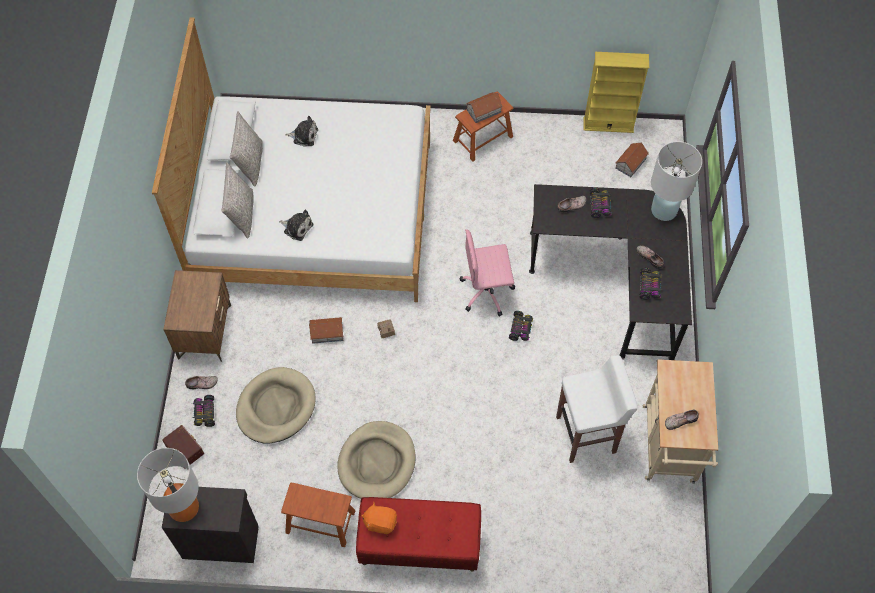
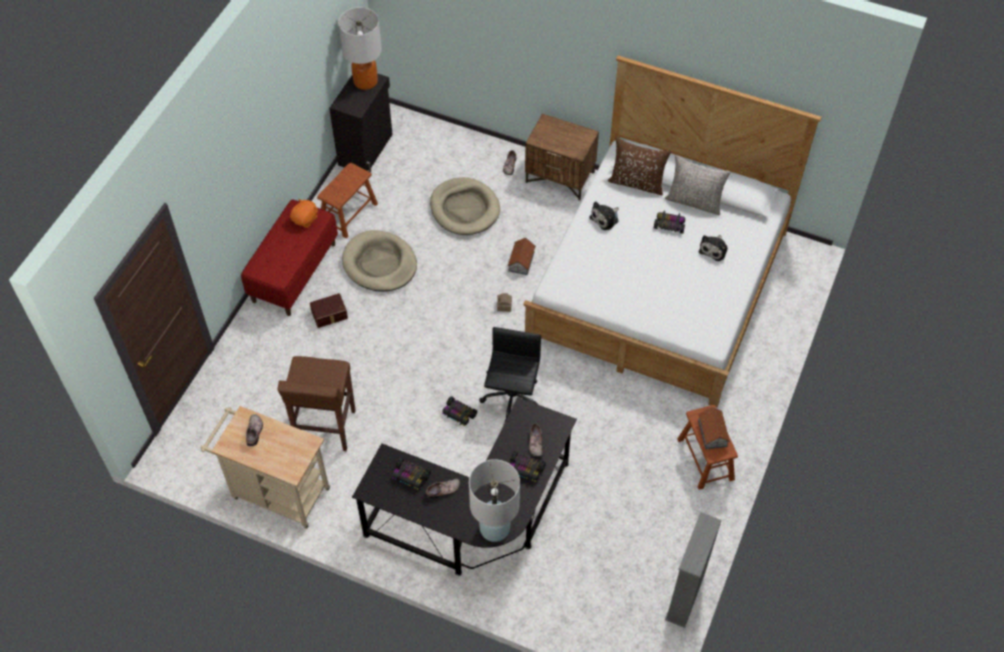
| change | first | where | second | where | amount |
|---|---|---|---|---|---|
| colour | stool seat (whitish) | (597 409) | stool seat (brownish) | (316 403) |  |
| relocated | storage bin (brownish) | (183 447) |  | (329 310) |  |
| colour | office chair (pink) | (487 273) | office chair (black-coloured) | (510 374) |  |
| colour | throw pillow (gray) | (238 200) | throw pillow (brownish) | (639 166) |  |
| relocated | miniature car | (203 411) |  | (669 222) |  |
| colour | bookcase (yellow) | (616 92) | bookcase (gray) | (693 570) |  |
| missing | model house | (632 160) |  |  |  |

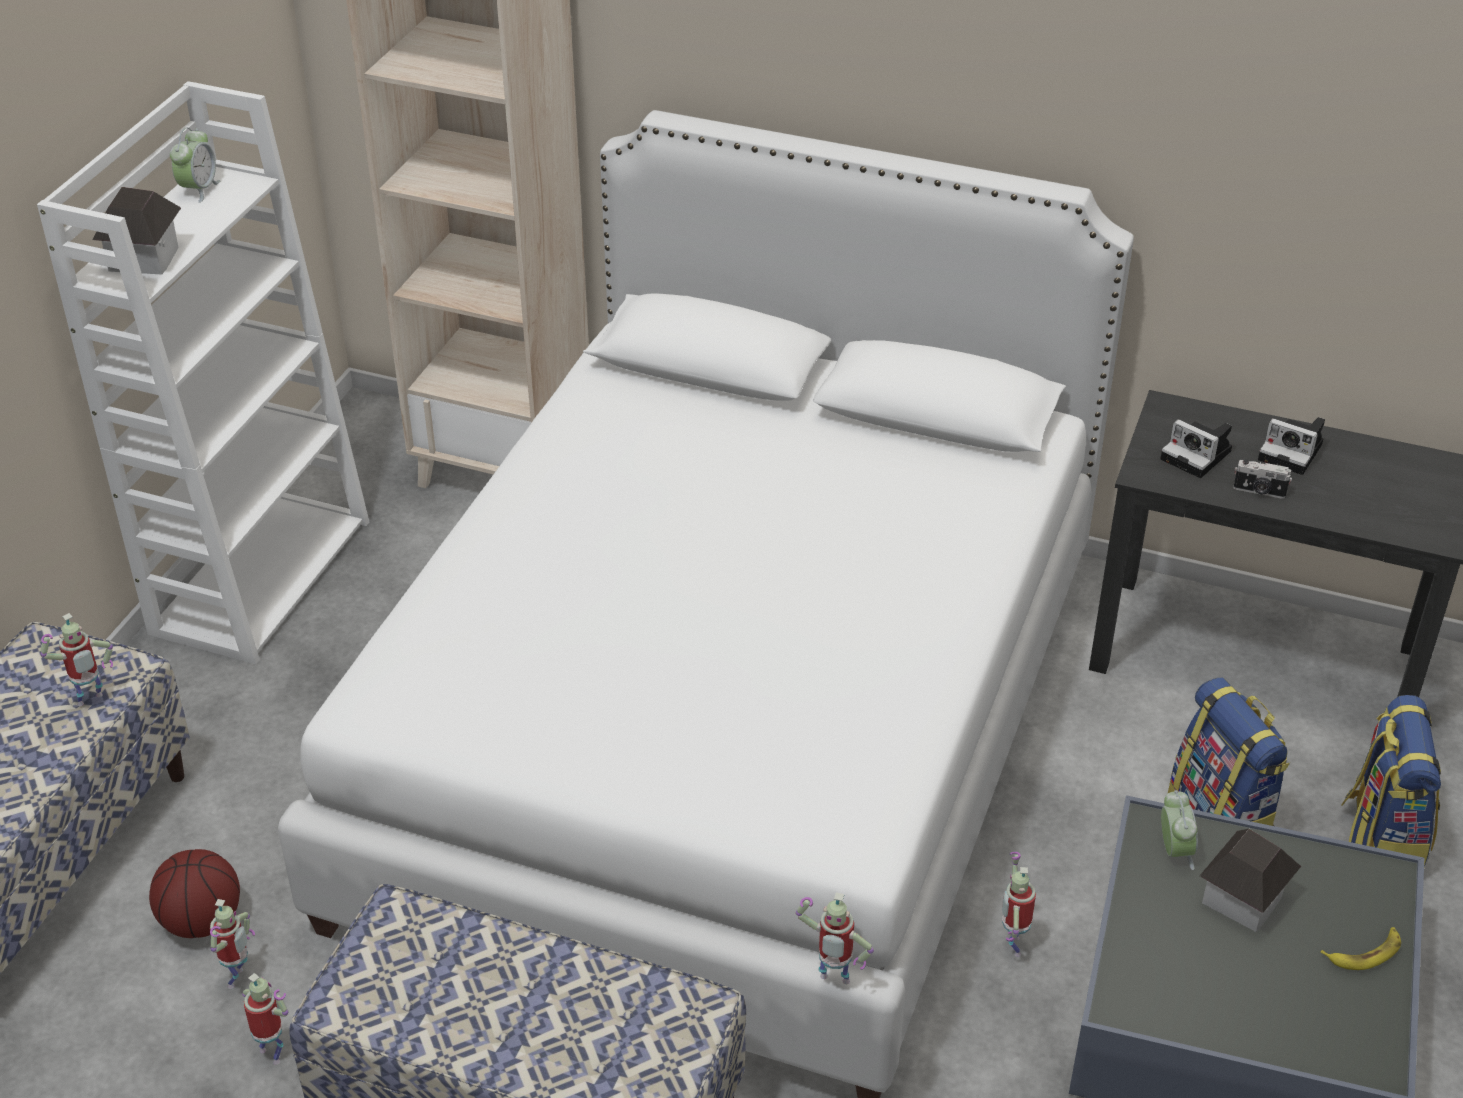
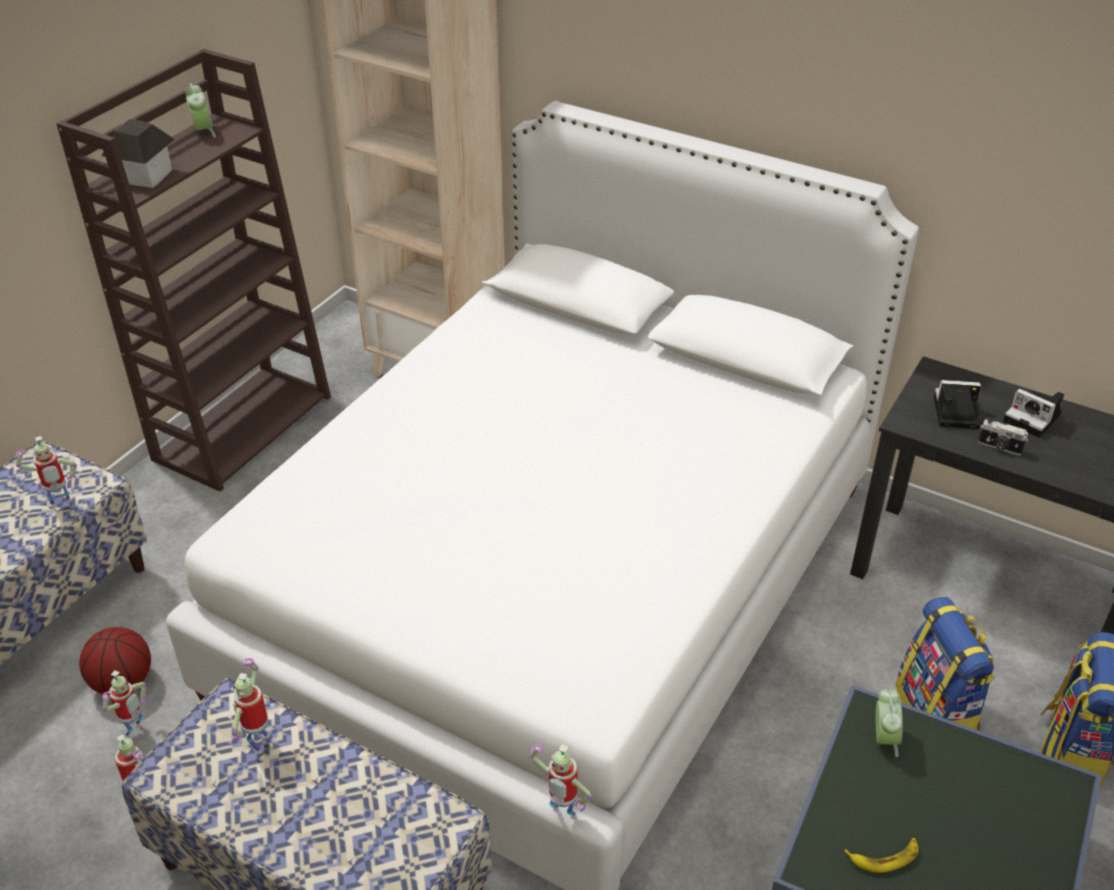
| change | first | where | second | where | amount |
|---|---|---|---|---|---|
| colour | bookcase (whitish) | (203 372) | bookcase (brownish) | (193 270) |  |
| spun | table clock | (195 165) |  | (200 110) | 45 degrees counterclockwise |
| relocated | robot figure | (1019 904) |  | (251 706) |  |
| relocated | banana fruit | (1360 948) |  | (881 855) |  |
| spun | still camera | (1196 448) |  | (958 404) | 135 degrees clockwise |
| missing | model house | (1250 880) |  |  |  |

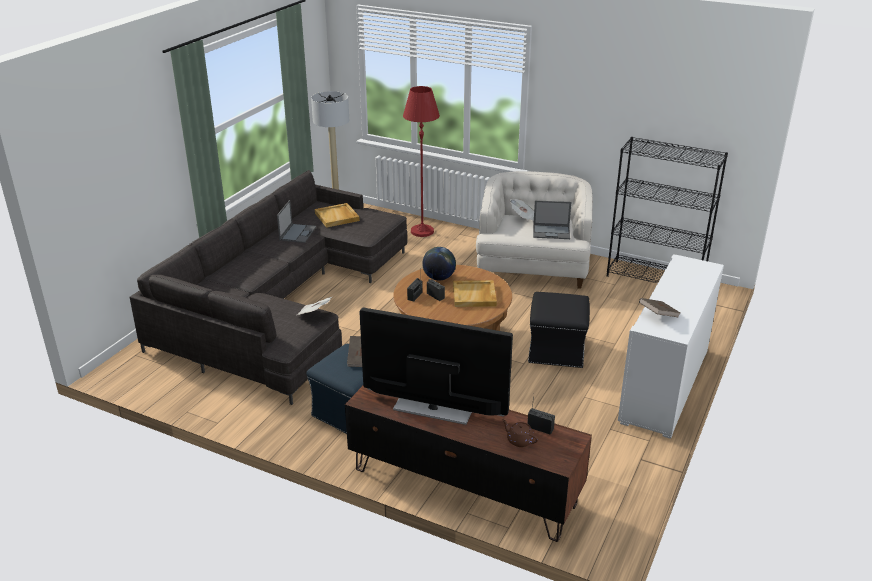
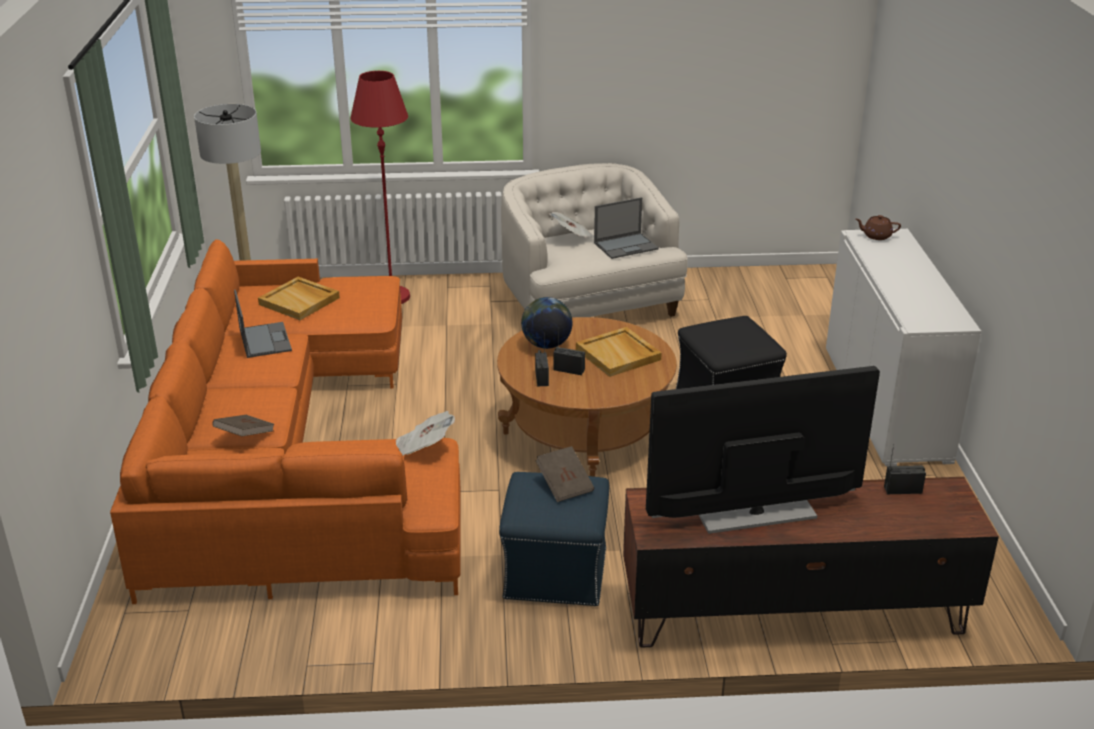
| change | first | where | second | where | amount |
|---|---|---|---|---|---|
| colour | sofa (gray) | (268 287) | sofa (orangey) | (285 421) |  |
| relocated | volume (brownish) | (659 308) |  | (243 425) |  |
| relocated | pot for tea (brownish) | (520 433) |  | (878 227) |  |
| missing | bookcase (black-coloured) | (667 210) |  |  |  |

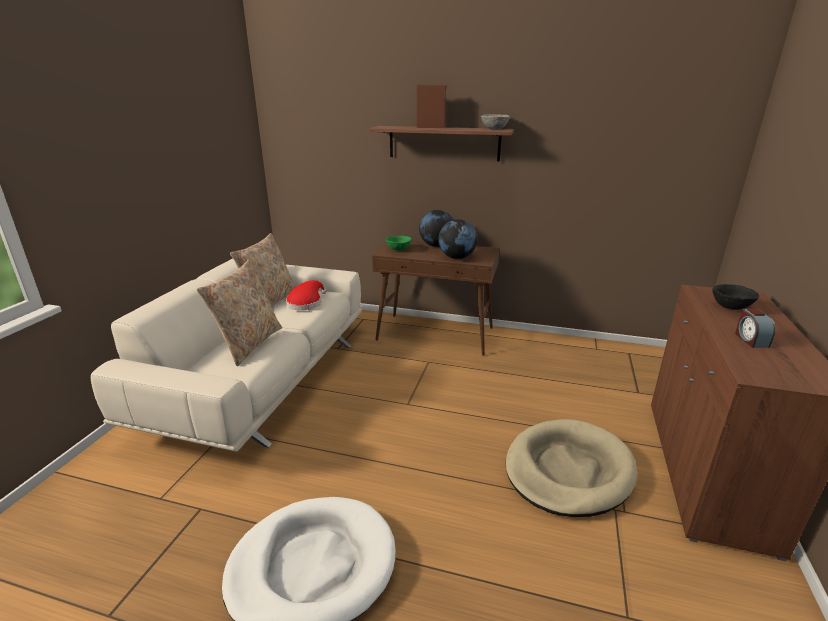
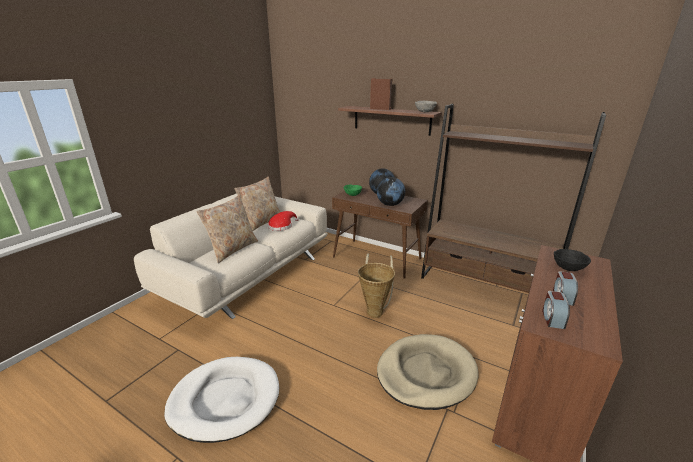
| change | first | where | second | where | amount |
|---|---|---|---|---|---|
| appeared |  |  | household basket | (376 285) |  |
| appeared |  |  | bookcase (brownish) | (513 198) |  |
| appeared |  |  | table clock | (556 310) |  |

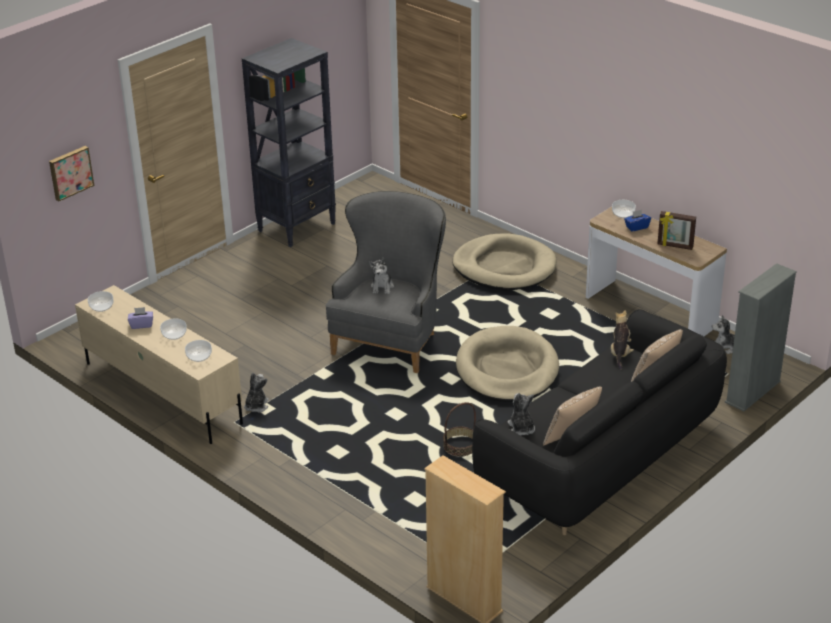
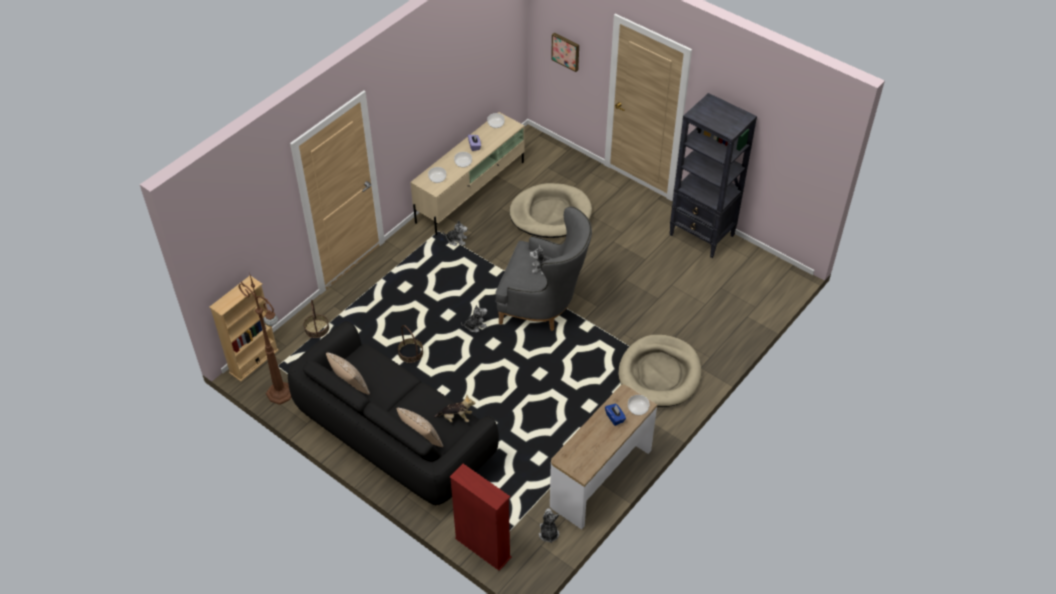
| change | first | where | second | where | amount |
|---|---|---|---|---|---|
| appeared |  |  | standing lamp (brownish) | (265 338) |  |
| appeared |  |  | household basket | (316 319) |  |
| colour | bookcase (gray) | (761 337) | bookcase (reddish) | (481 517) |  |
| relocated | cuddly toy | (521 414) |  | (474 318) |  |
| relocated | pet bed (beige-coloured) | (507 364) |  | (550 210) |  |
| missing | photo frame | (676 230) |  |  |  |

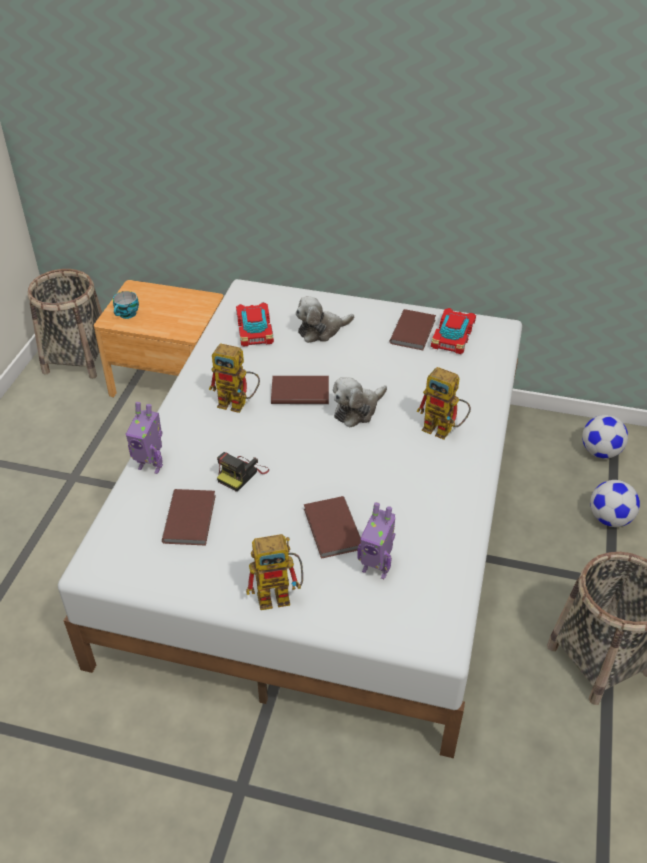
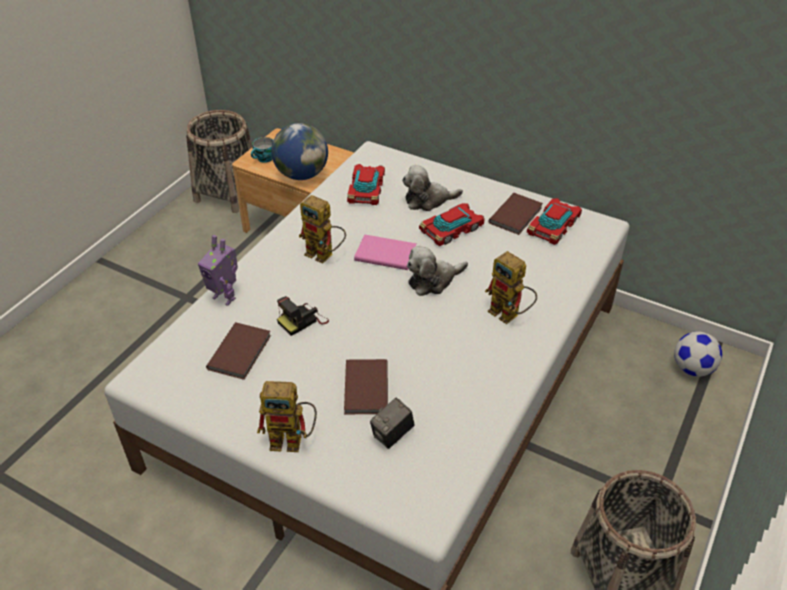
| change | first | where | second | where | amount |
|---|---|---|---|---|---|
| appeared |  |  | desk globe | (299 151) |  |
| colour | volume (brownish) | (300 390) | volume (pink) | (385 252) |  |
| exchanged | robot figure | (376 540) | still camera | (392 423) |  |
| appeared |  |  | miniature car | (452 224) |  |
| missing | ball for football | (615 503) |  |  |  |

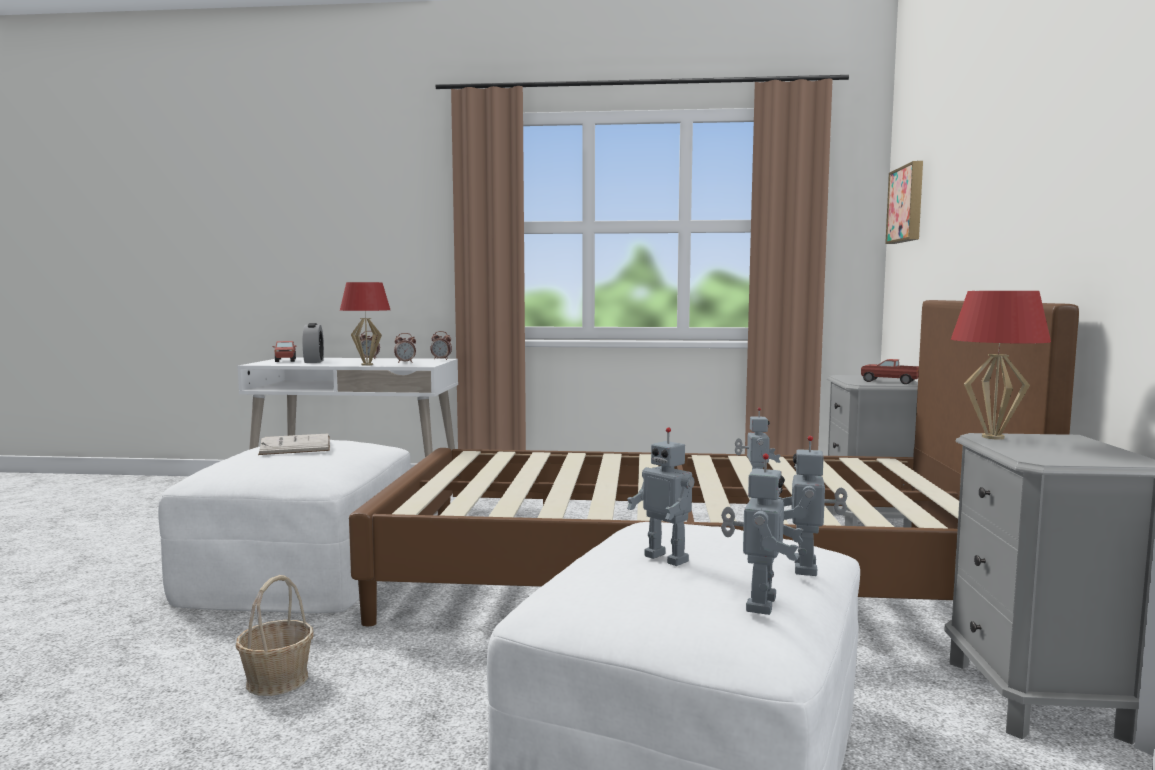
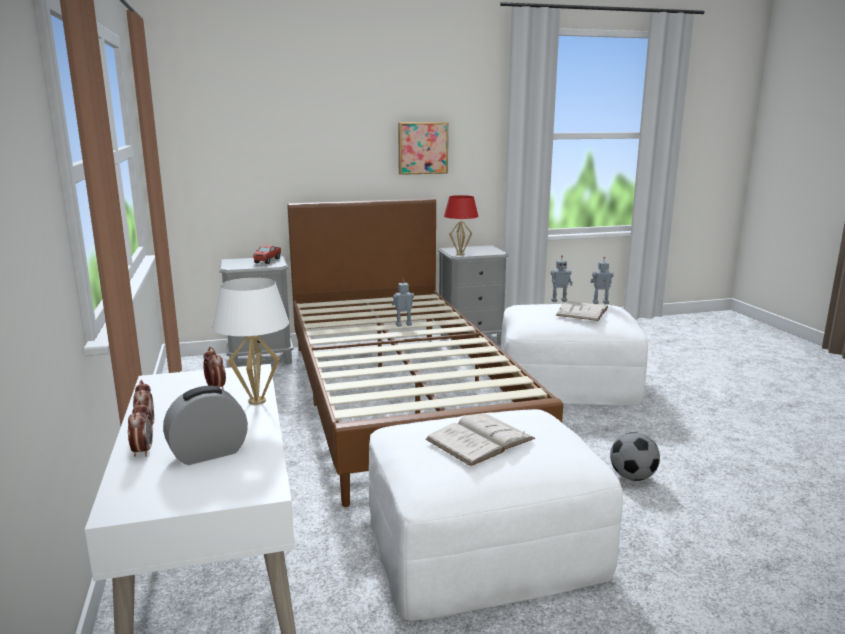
| change | first | where | second | where | amount |
|---|---|---|---|---|---|
| relocated | table clock | (441 345) |  | (140 429) |  |
| colour | table lamp (reddish) | (365 324) | table lamp (whitish) | (250 341) |  |
| relocated | wall picture | (904 202) |  | (423 148) |  |
| exchanged | robot figure | (660 496) | volume (whitish) | (582 311) |  |
| exchanged | household basket | (275 635) | ball for football | (635 456) |  |
| missing | model truck | (285 351) |  |  |  |

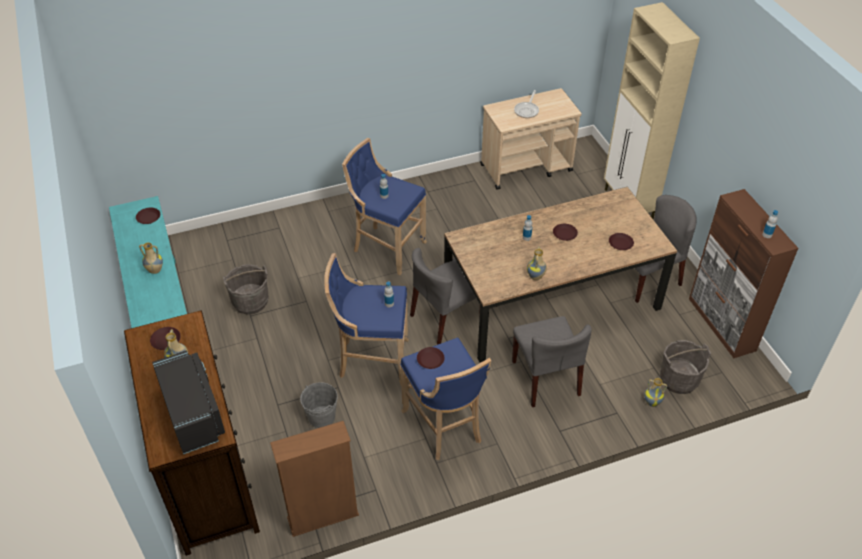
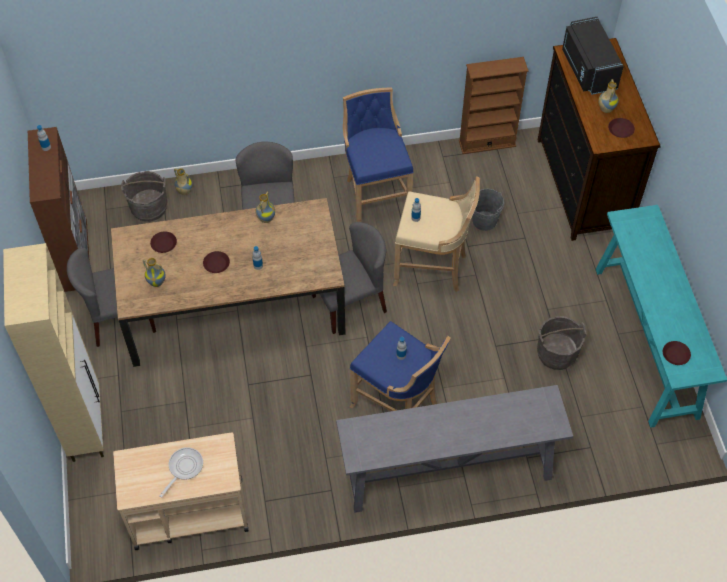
| change | first | where | second | where | amount |
|---|---|---|---|---|---|
| relocated | flower vase | (151 258) |  | (154 272) |  |
| appeared |  |  | console table (gray) | (454 449) |  |
| colour | stool seat (blue) | (366 319) | stool seat (beige-coloured) | (436 234) |  |
| missing | plate (brownish) | (431 358) |  |  |  |

